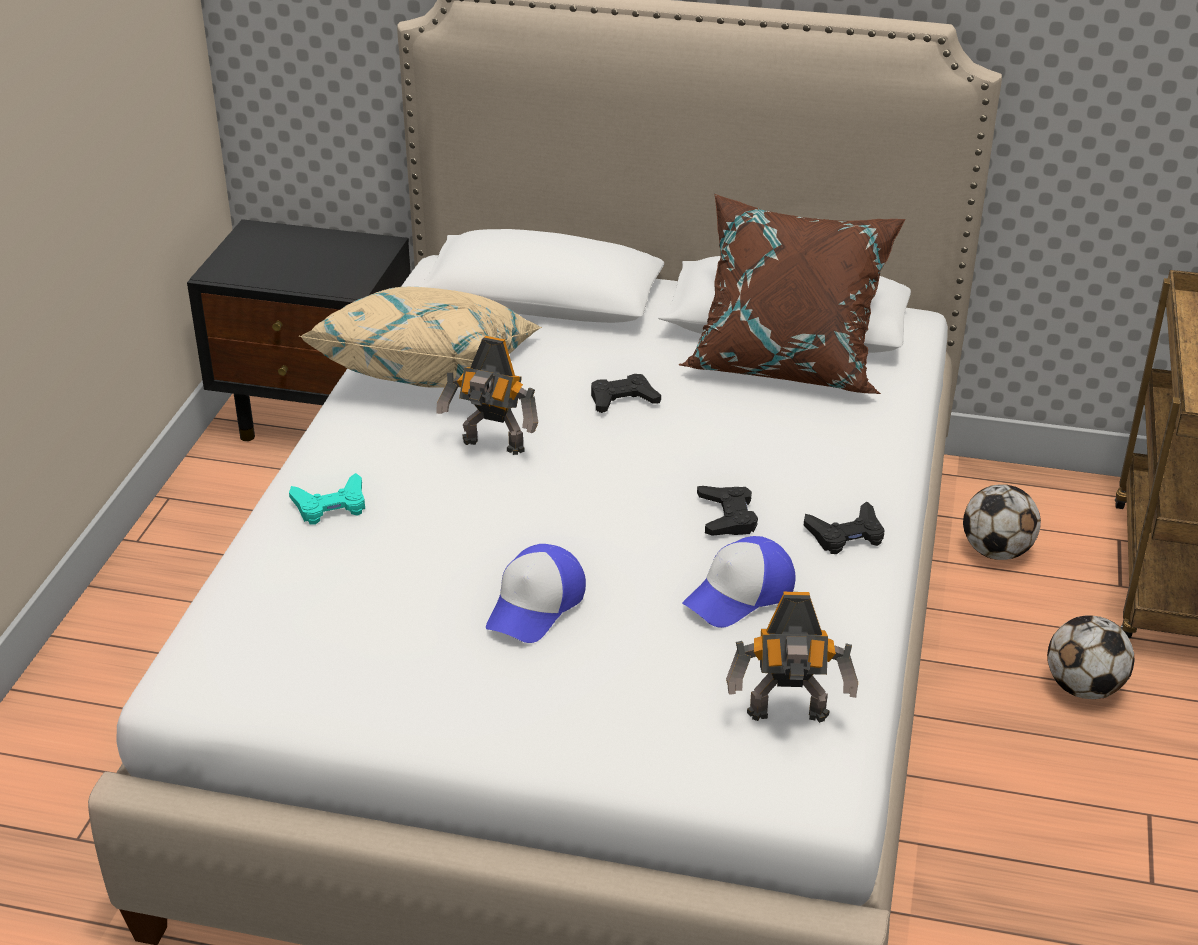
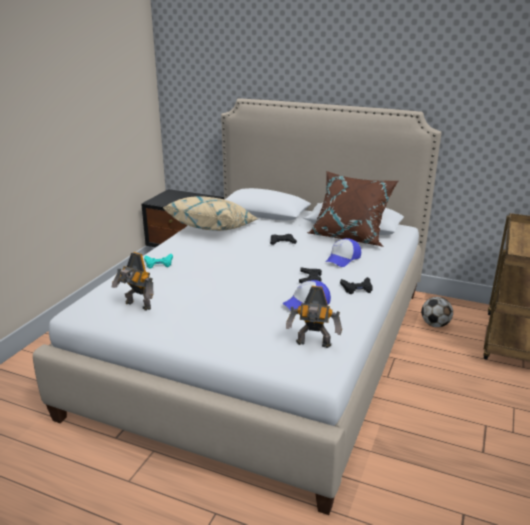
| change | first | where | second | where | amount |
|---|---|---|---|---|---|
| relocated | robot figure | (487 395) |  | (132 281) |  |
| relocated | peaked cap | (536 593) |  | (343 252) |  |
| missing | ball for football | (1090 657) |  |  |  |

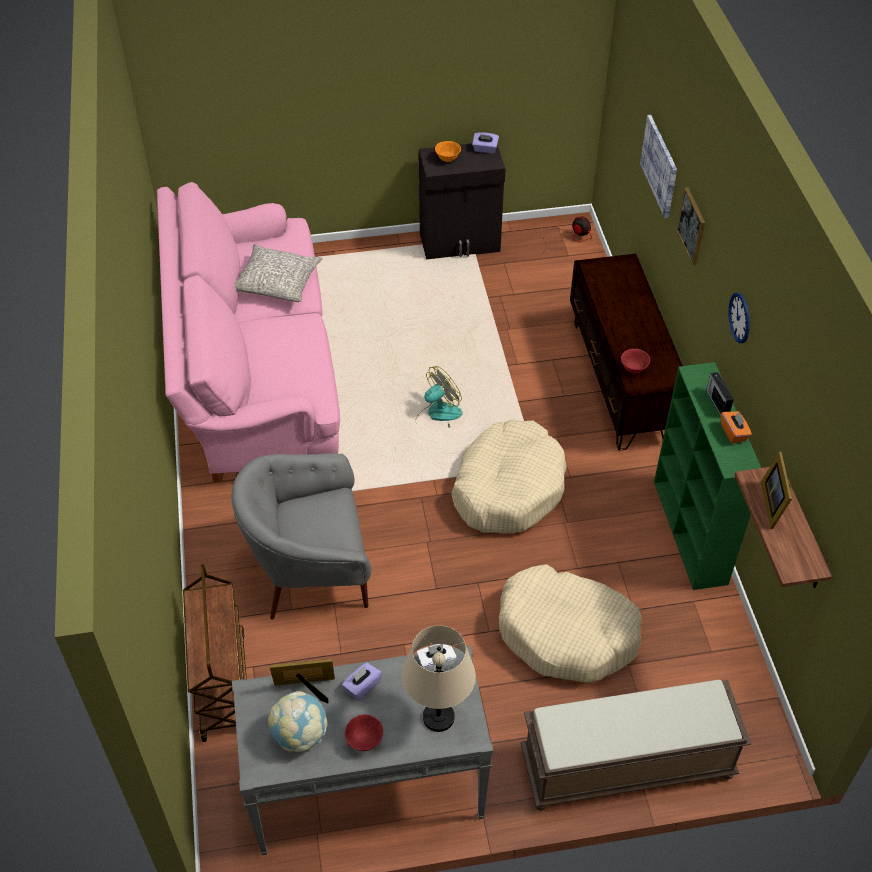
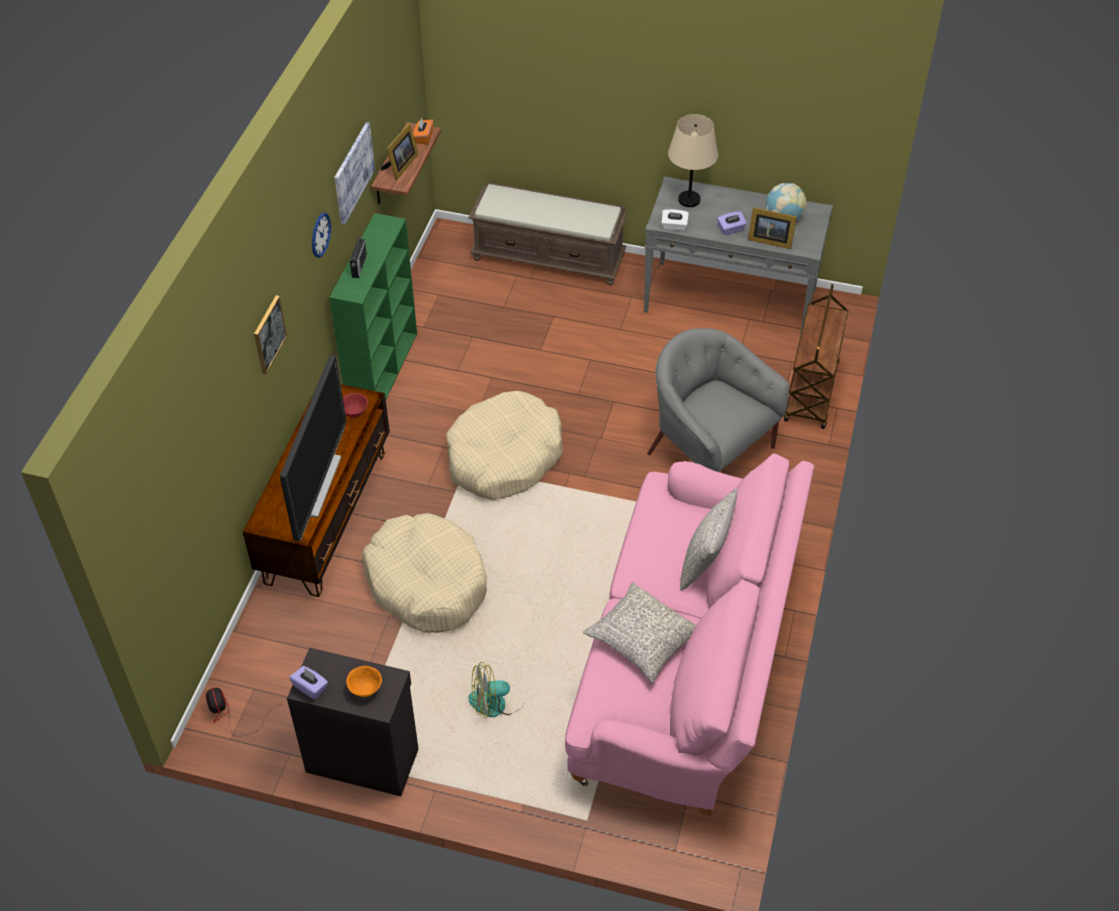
| change | first | where | second | where | amount |
|---|---|---|---|---|---|
| appeared |  |  | television | (313 448) |  |
| relocated | wall picture | (658 166) |  | (355 173) |  |
| relocated | pet bed (beige-coloured) | (570 623) |  | (424 573) |  |
| relocated | box of tissues (orangey) | (736 427) |  | (423 131) |  |
| relocated | fan | (439 397) |  | (496 690) |  |
| spun | lounge chair (gray) | (301 536) |  | (718 400) | 150 degrees counterclockwise |
| appeared |  |  | throw pillow (gray) | (709 539) |  |
| missing | deep dish (reddish) | (364 732) |  |  |  |

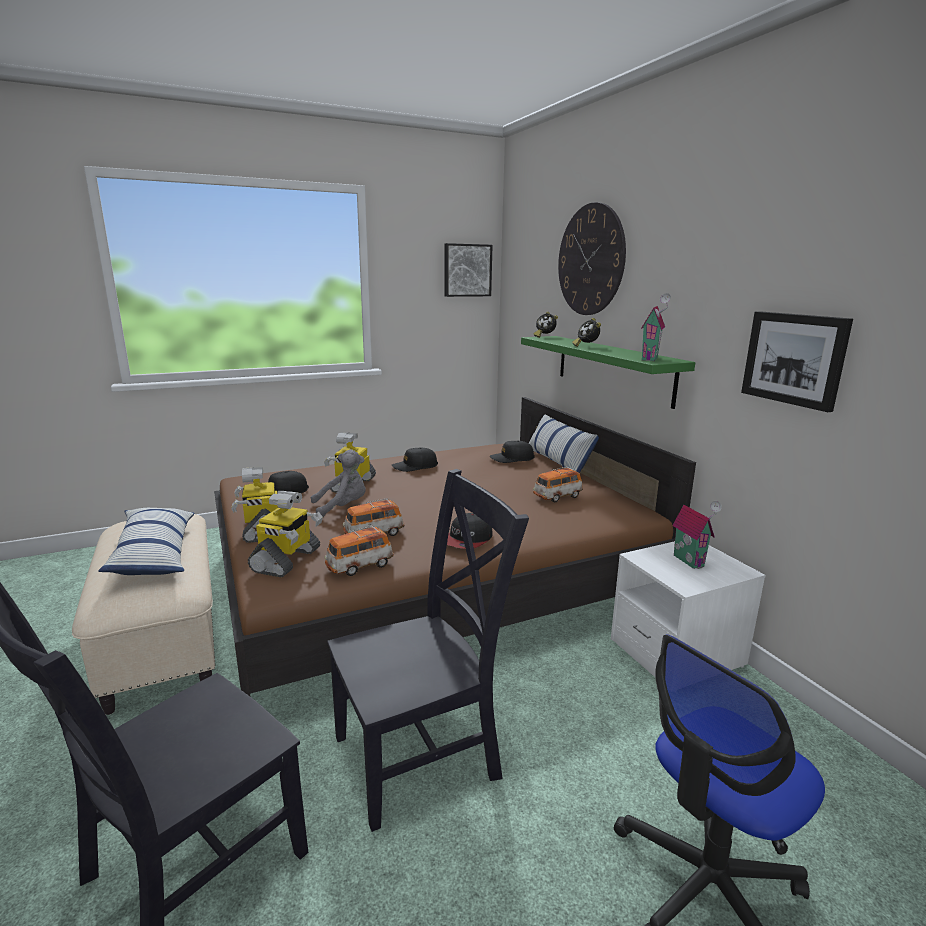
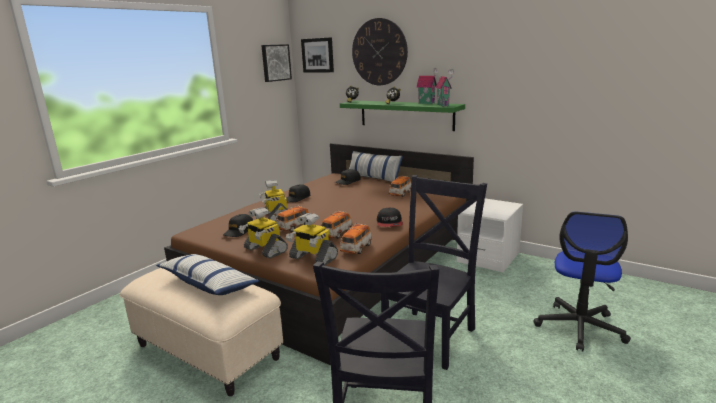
| change | first | where | second | where | amount |
|---|---|---|---|---|---|
| exchanged | cuddly toy (gray) | (338 483) | miniature car | (292 218) |  |
| spun | robot figure | (285 534) |  | (312 239) | 135 degrees clockwise |
| relocated | wall picture | (797 361) |  | (317 55) |  |
| relocated | model house | (697 535) |  | (427 86) |  |

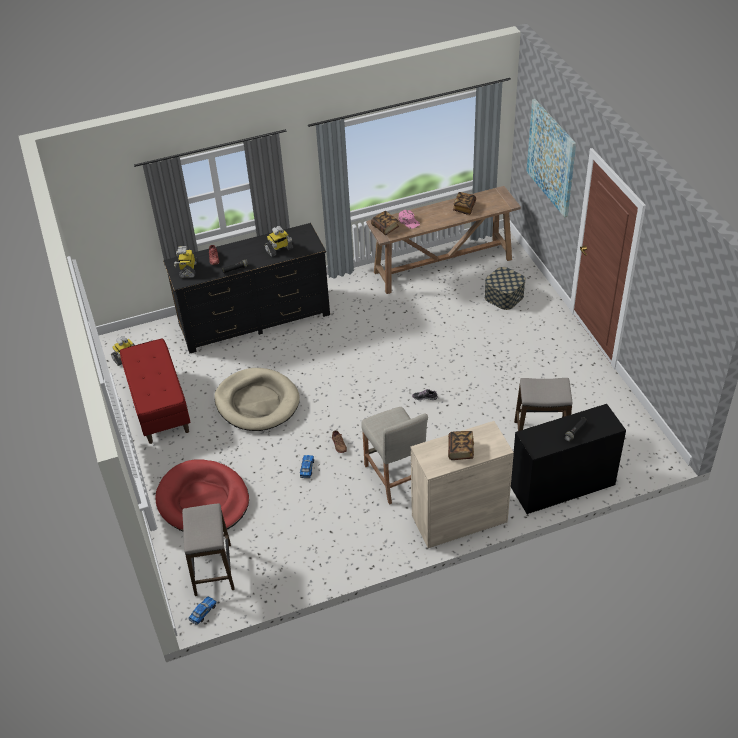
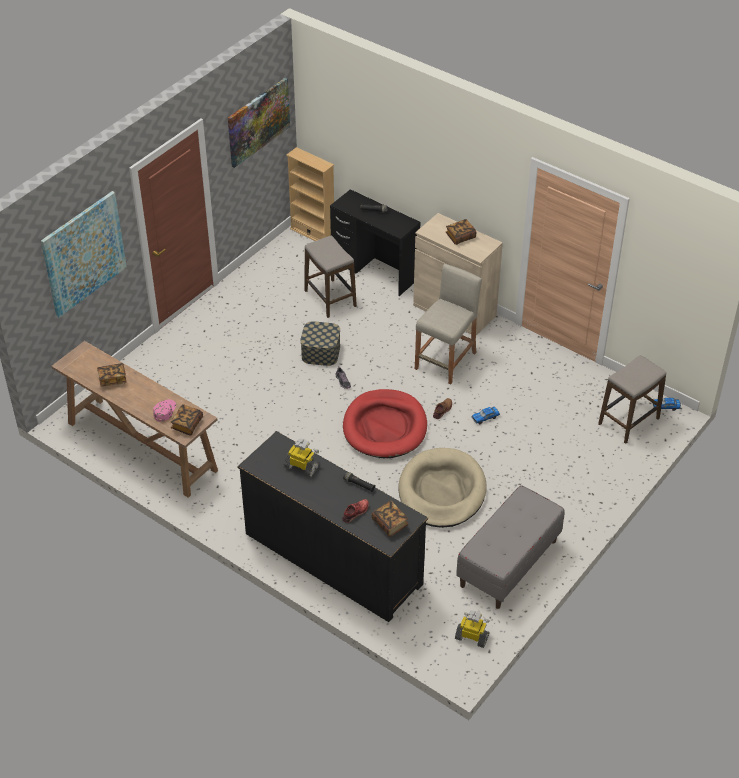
| change | first | where | second | where | amount |
|---|---|---|---|---|---|
| appeared |  |  | wall picture | (259 122) |  |
| appeared |  |  | bookcase (beige-coloured) | (310 194) |  |
| relocated | storage bin | (505 288) |  | (320 343) |  |
| relocated | pet bed (reddish) | (202 495) |  | (385 423) |  |
| exchanged | robot figure | (185 262) | volume | (390 519) |  |
| colour | bench (reddish) | (155 391) | bench (gray) | (510 547) |  |

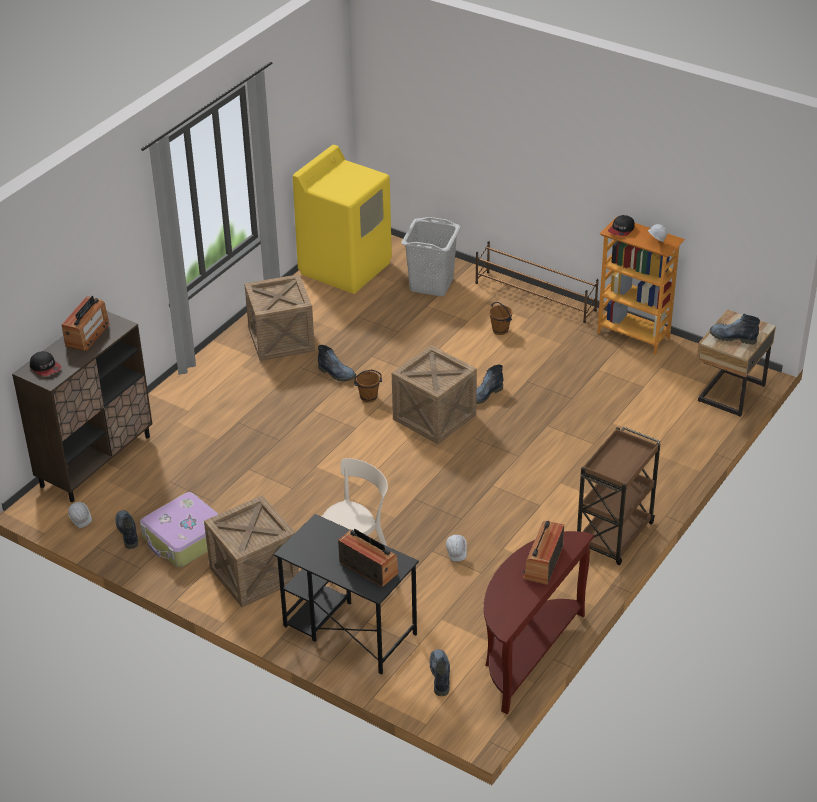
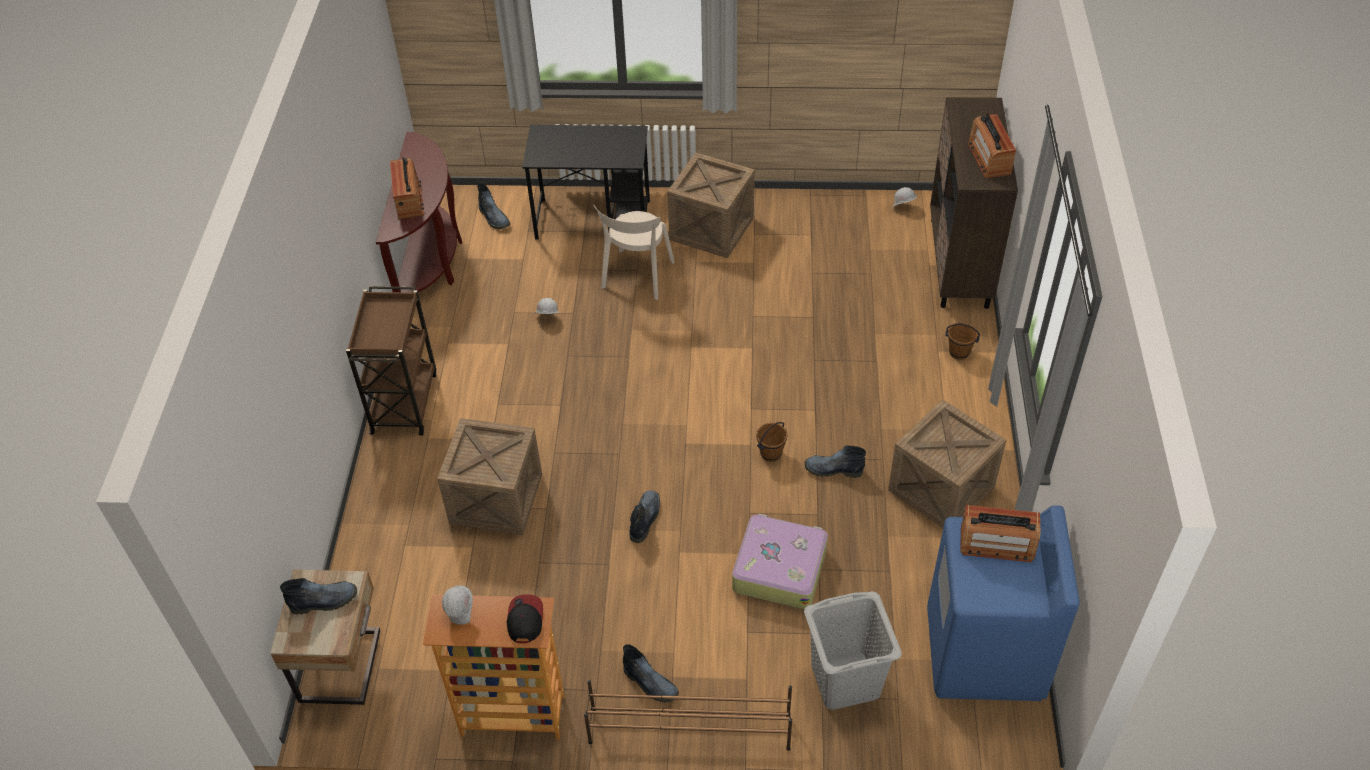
| change | first | where | second | where | amount |
|---|---|---|---|---|---|
| relocated | crate | (434 394) |  | (489 476) |  |
| relocated | high-top boot | (126 529) |  | (651 673) |  |
| relocated | travel case | (179 529) |  | (780 561) |  |
| colour | laundry appliance (yellow) | (342 219) | laundry appliance (blue) | (1003 603) |  |
| relocated | pail (brownish) | (501 318) |  | (962 341) |  |
| relocated | radio receiver | (368 558) |  | (1000 533) |  |
| missing | peaked cap | (45 363) |  |  |  |

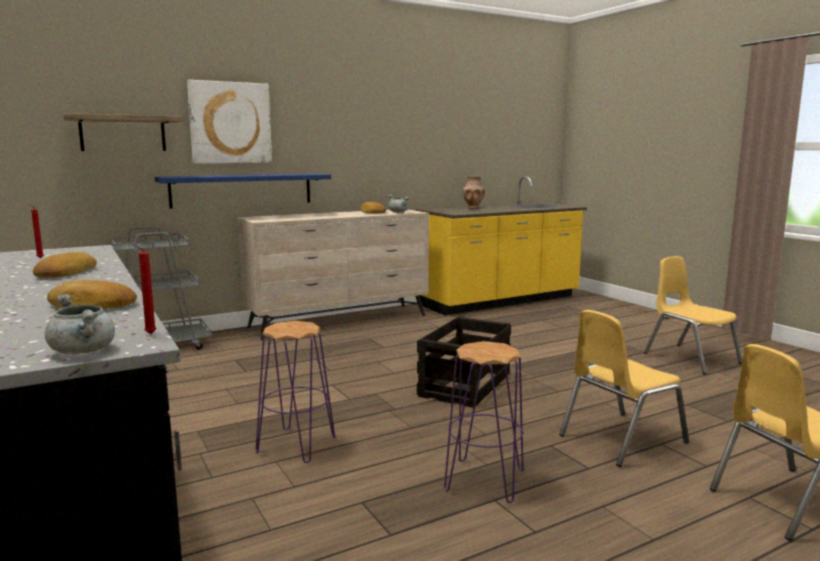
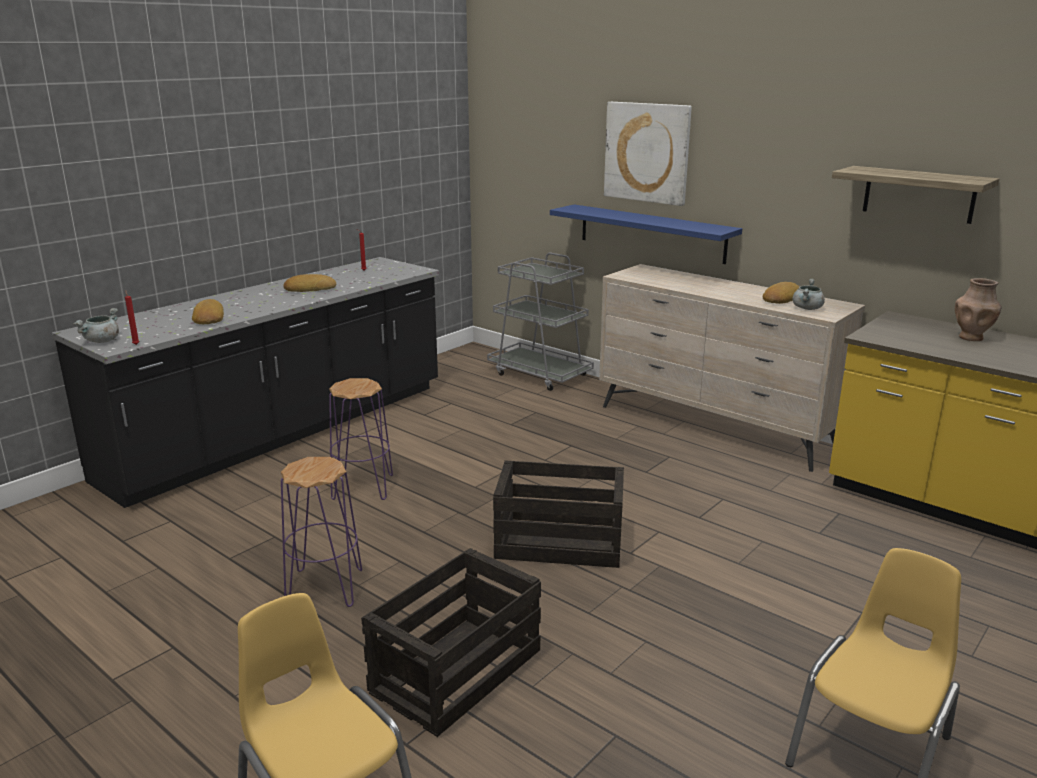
| change | first | where | second | where | amount |
|---|---|---|---|---|---|
| exchanged | upright chair (yellow) | (624 388) | crate | (451 642) |  |
| relocated | bracket shelf | (123 132) |  | (915 195) |  |

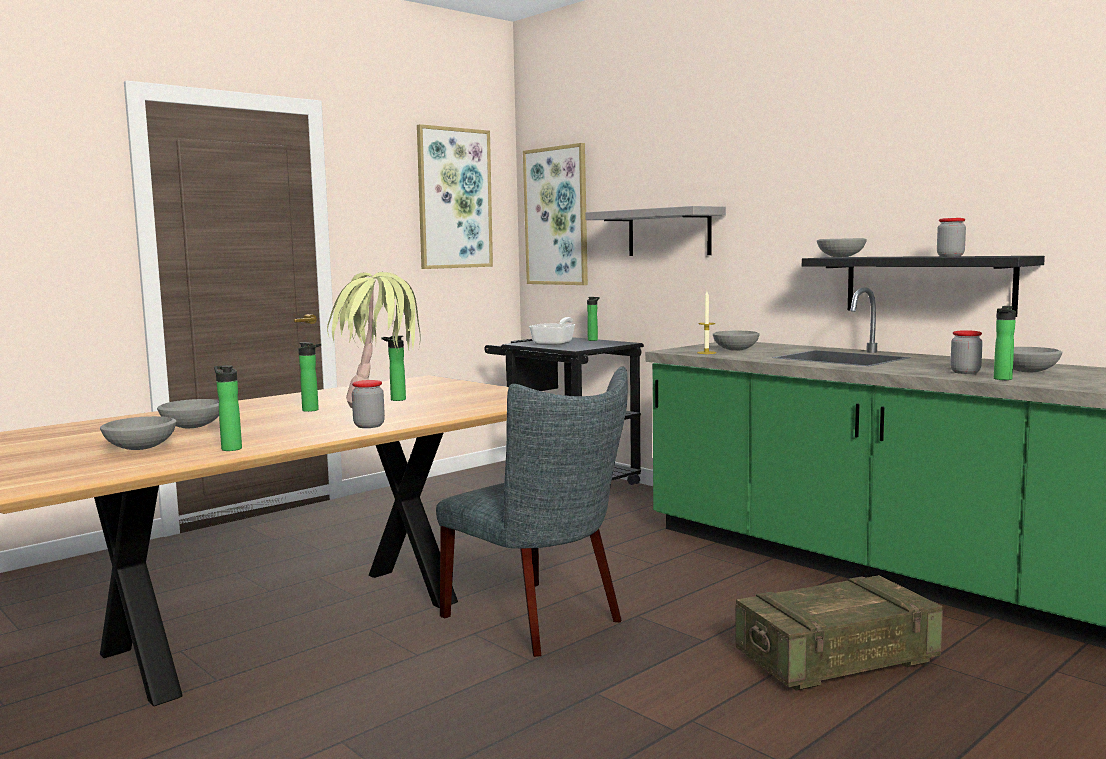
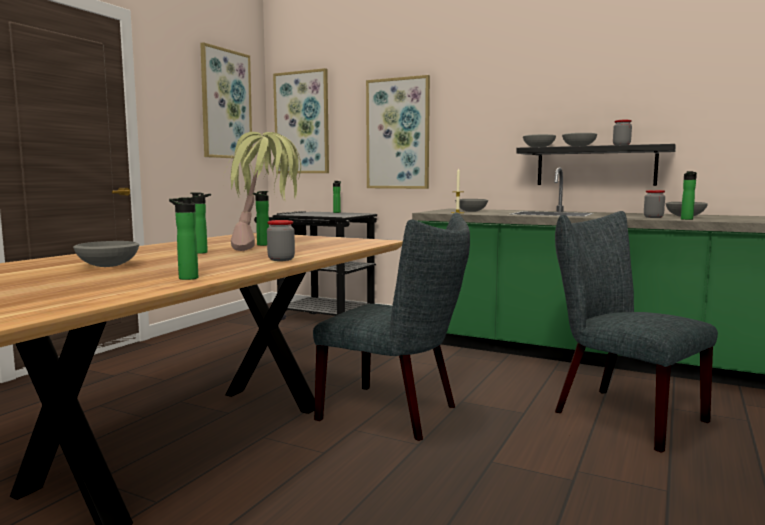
| change | first | where | second | where | amount |
|---|---|---|---|---|---|
| exchanged | bracket shelf (gray) | (655 231) | wall picture | (398 132) |  |
| exchanged | crate | (839 633) | upright chair (gray) | (636 332) |  |
| relocated | deep dish (gray) | (138 433) |  | (579 139) |  |
| missing | pan | (552 331) |  |  |  |

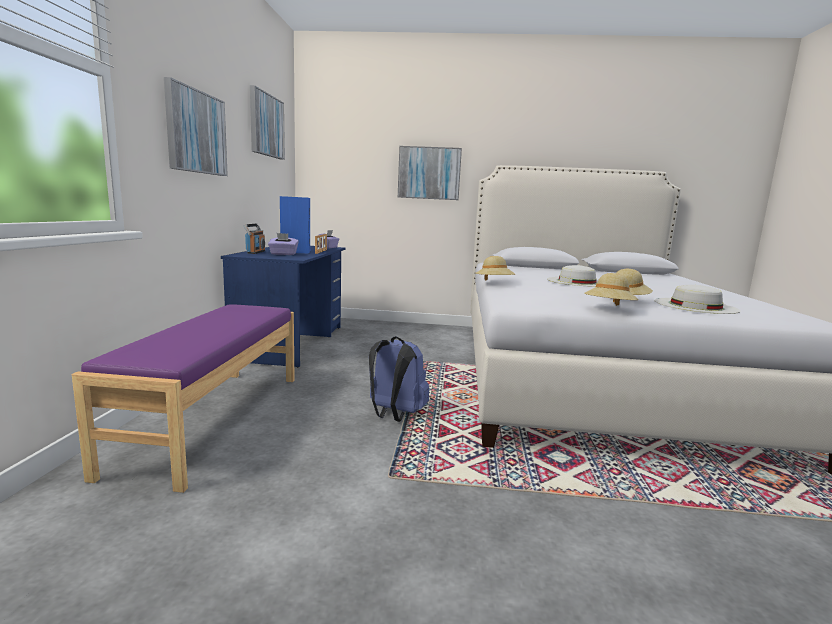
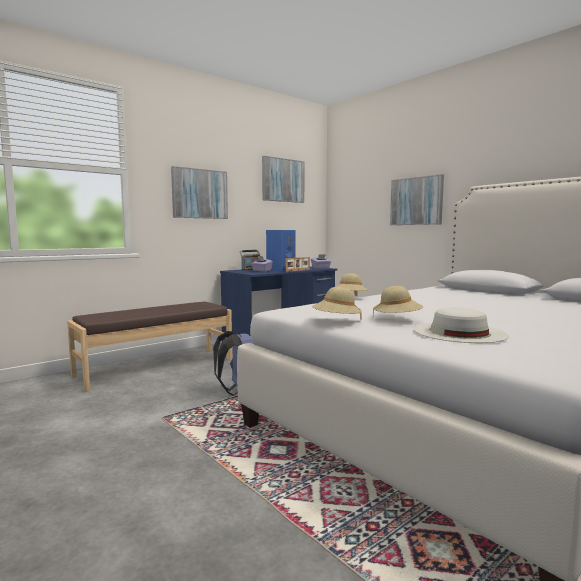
| change | first | where | second | where | amount |
|---|---|---|---|---|---|
| colour | bench (purple) | (183 398) | bench (brownish) | (149 347) |  |
| missing | hat (whitish) | (572 276) |  |  |  |

